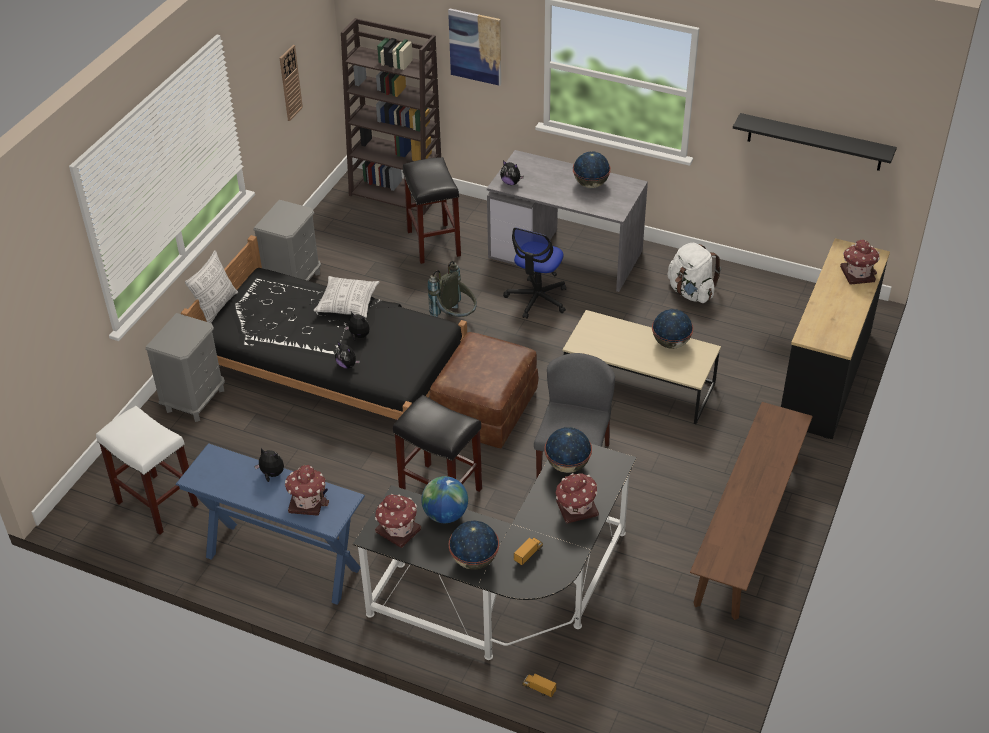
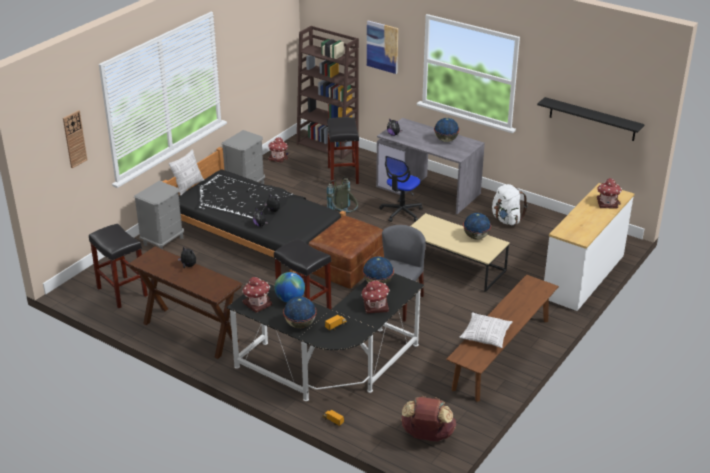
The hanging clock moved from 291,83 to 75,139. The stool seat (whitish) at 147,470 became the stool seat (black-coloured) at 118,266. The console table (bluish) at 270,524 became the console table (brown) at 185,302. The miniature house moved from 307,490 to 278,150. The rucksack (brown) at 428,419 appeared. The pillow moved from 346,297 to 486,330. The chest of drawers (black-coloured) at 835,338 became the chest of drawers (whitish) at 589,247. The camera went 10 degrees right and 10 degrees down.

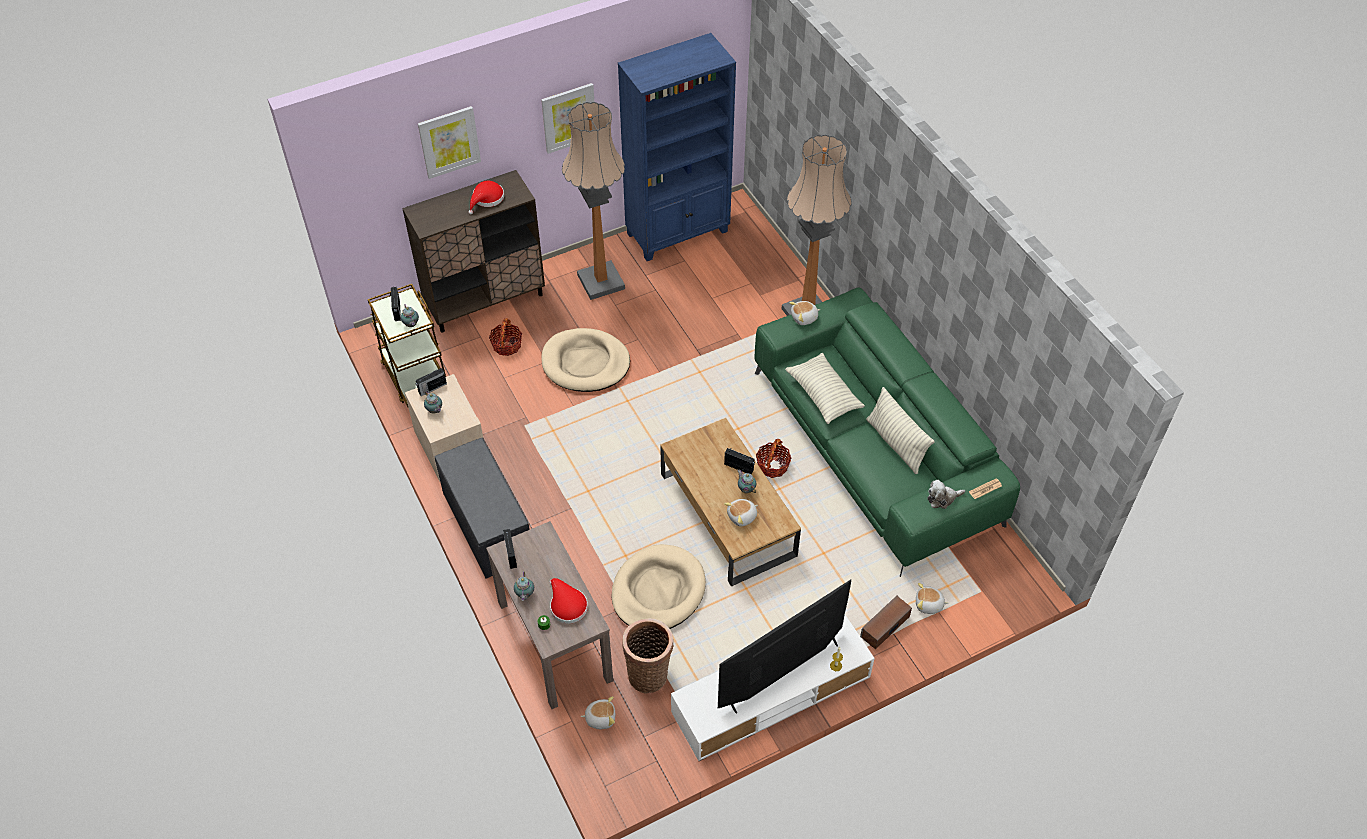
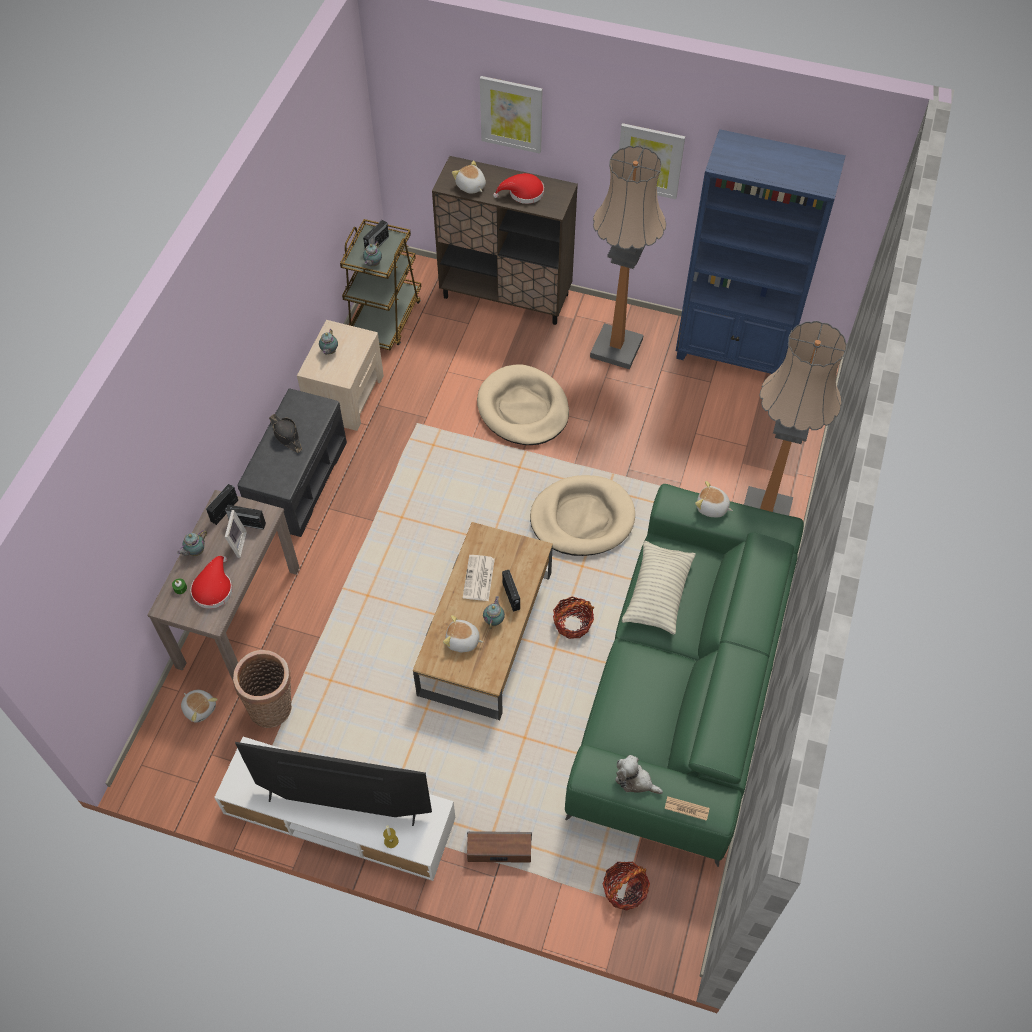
The radio moved from 431,382 to 245,517. The standing frame at 236,534 appeared. The wearable hat (black-coloured) at 285,433 appeared. The cuddly toy moved from 932,598 to 469,177. The printed paper at 479,578 appeared. The pet bed (beige) moved from 658,586 to 582,515. The household basket moved from 505,337 to 626,886. The pillow at 900,430 disappeared. The camera went 45 degrees right and 5 degrees up.

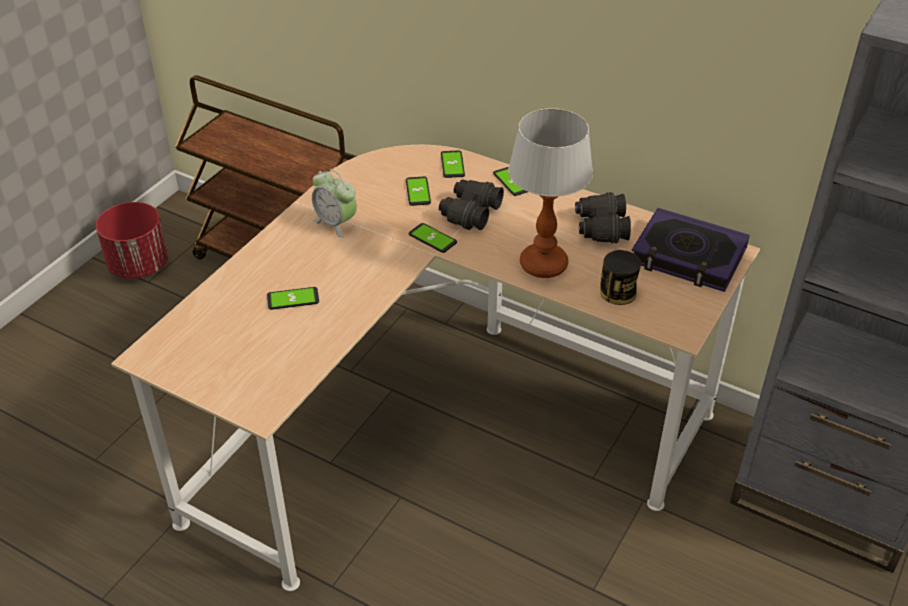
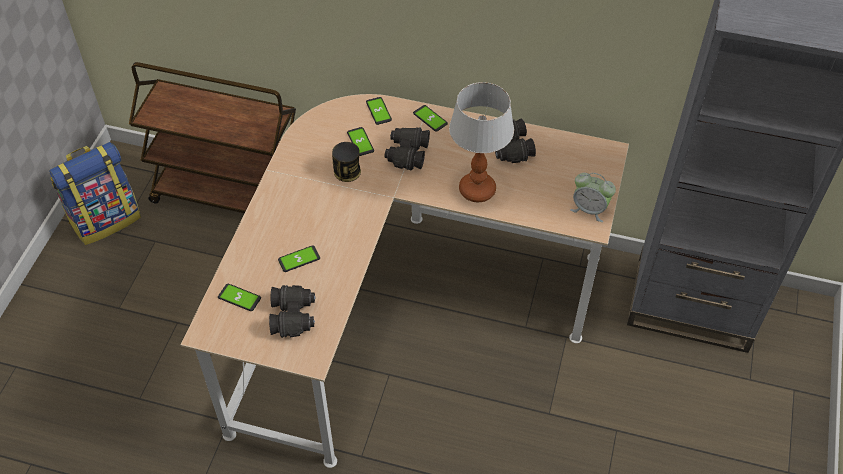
The planter (red) at 132,240 was replaced by the rucksack at 95,193. The phone moved from 433,238 to 239,297. The binoculars (black-coloured) at 292,311 appeared. The can moved from 620,277 to 346,162. The bedside clock moved from 334,203 to 593,197. The book at 691,250 disappeared. The camera went 15 degrees left and 10 degrees up.

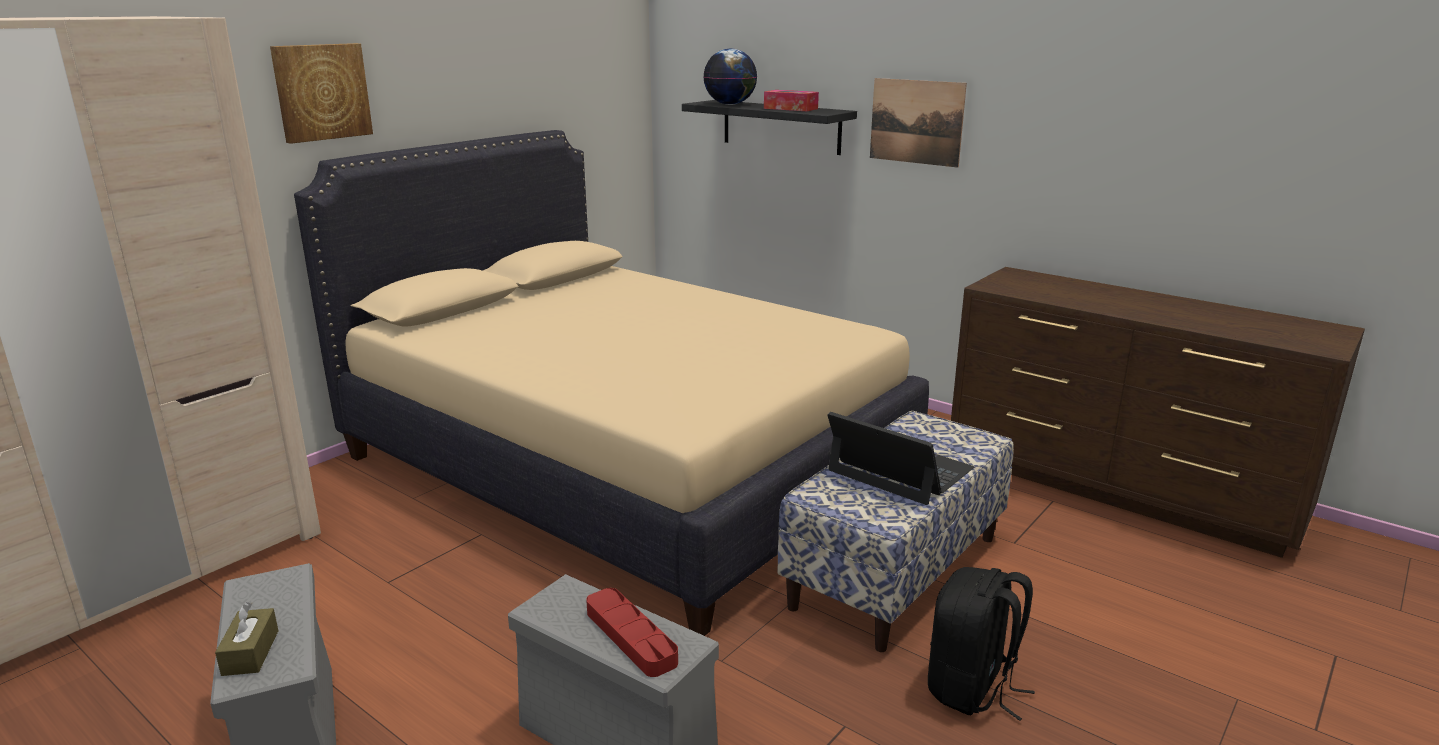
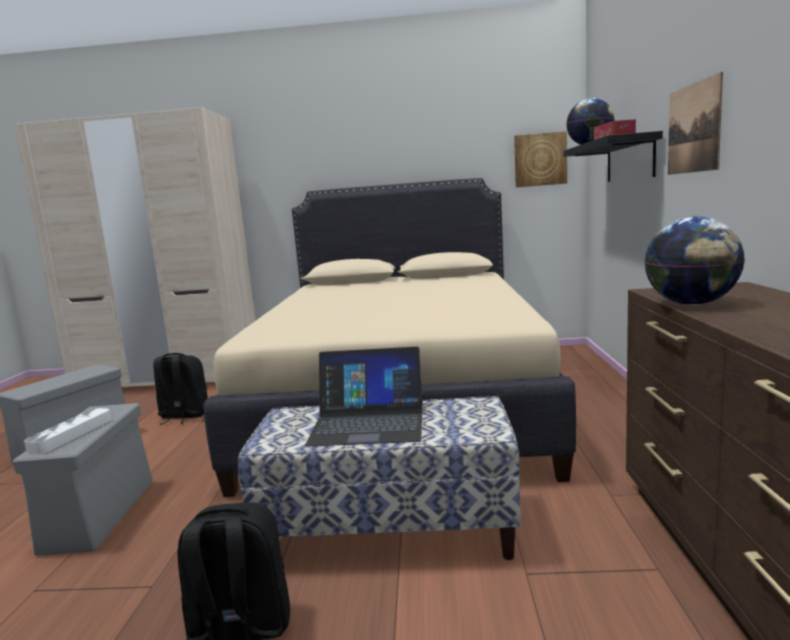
The tray (red) at 632,632 became the tray (whitish) at 67,431. The rucksack (black-coloured) at 180,389 appeared. The portable computer at 900,458 turned 90 degrees clockwise. The picture moved from 321,93 to 540,159. The desk globe at 694,260 appeared. The box of tissues (brown) at 246,639 disappeared. The camera went 55 degrees right and 10 degrees down.

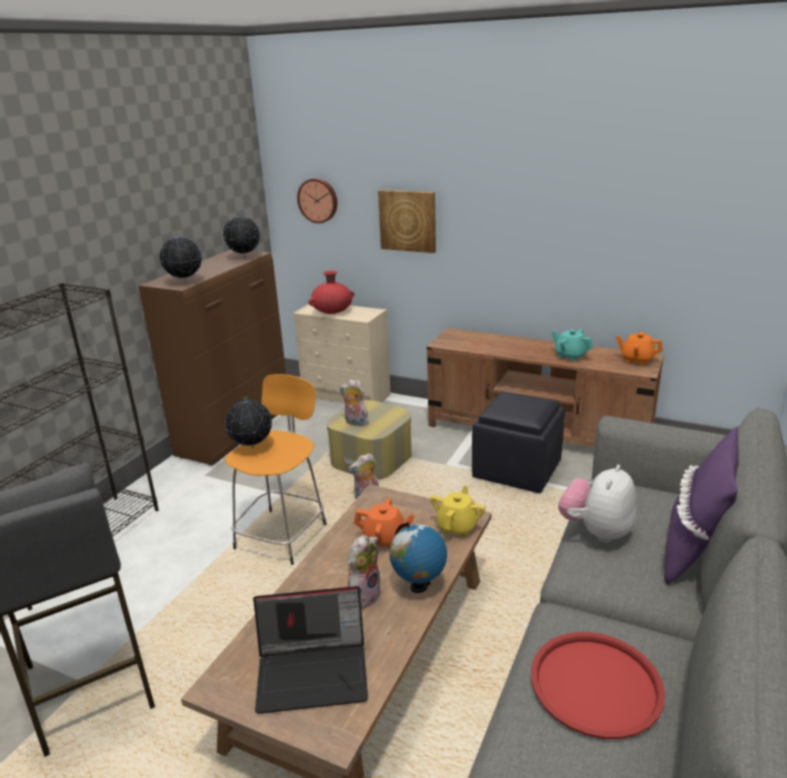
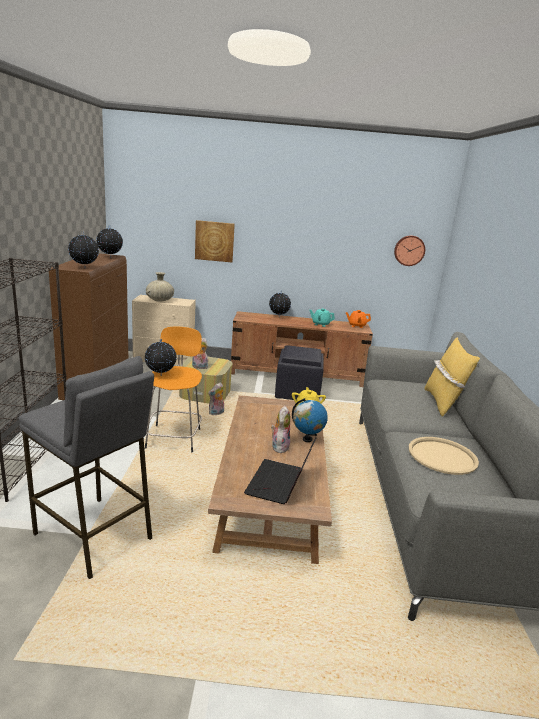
The decorative vase (red) at 331,292 became the decorative vase (beige) at 160,287. The portable computer at 310,650 turned 135 degrees clockwise. The desk globe at 280,303 appeared. The hanging clock moved from 317,200 to 409,250. The tray (red) at 598,685 became the tray (beige) at 444,456. The pillow (purple-coloured) at 701,505 became the pillow (yellow-coloured) at 452,377. The tea pot (orange) at 384,523 disappeared. The cuddly toy at 597,504 disappeared. The camera went 25 degrees left and 5 degrees down.

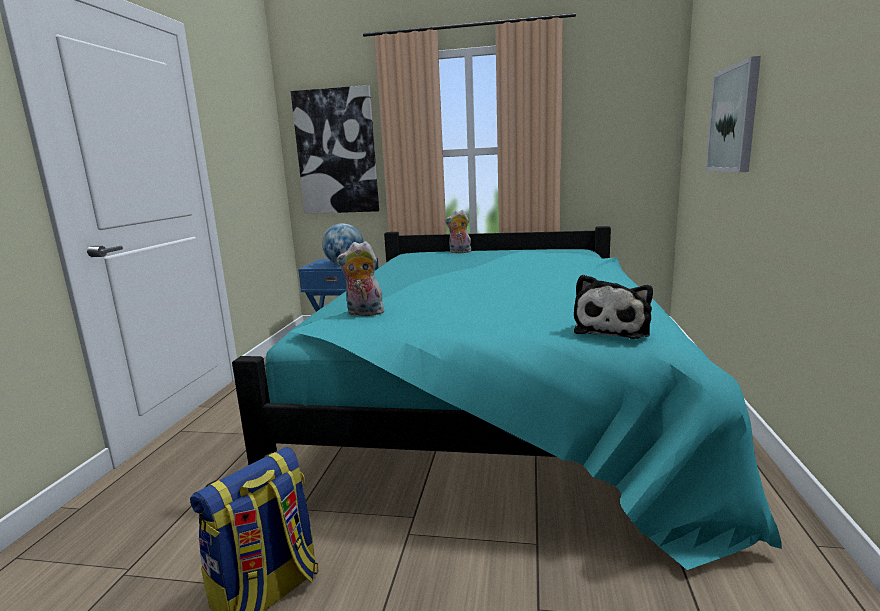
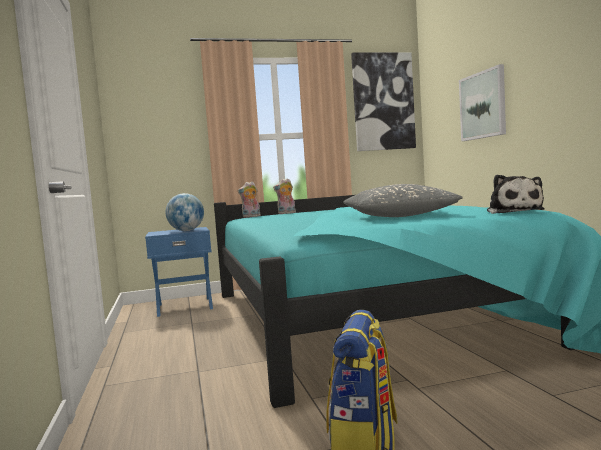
The cuddly toy moved from 360,279 to 249,199. The pillow (grey) at 403,200 appeared. The picture moved from 335,149 to 383,102. The camera went 25 degrees left and 10 degrees down.

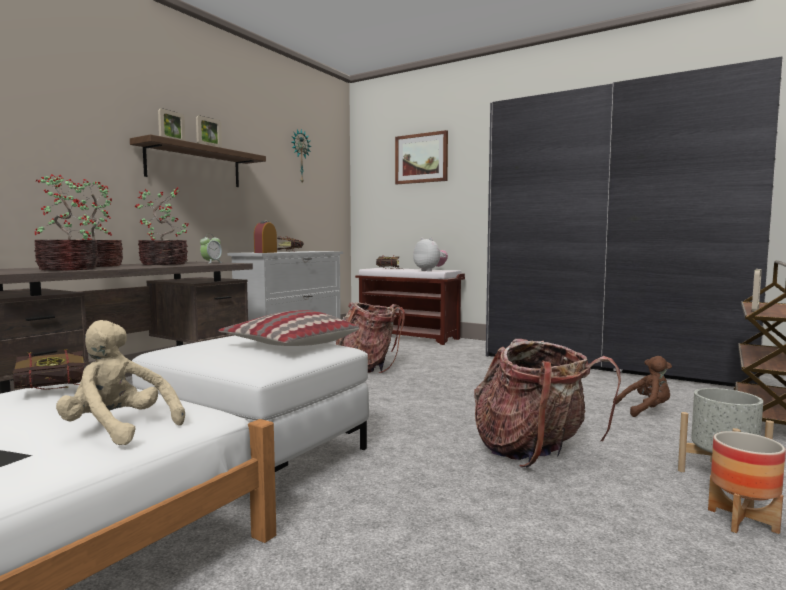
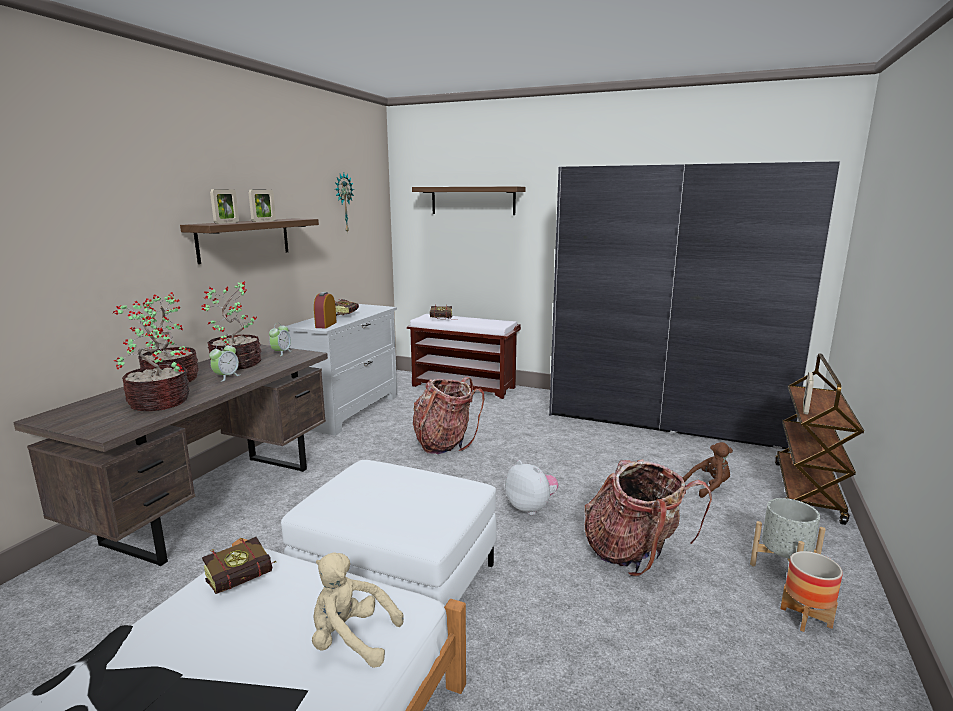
The bedside clock at 224,362 appeared. The picture at 421,157 was replaced by the bracket shelf at 469,200. The cuddly toy moved from 430,254 to 531,487. The pillow at 289,328 disappeared. The camera went 10 degrees left and 10 degrees up.

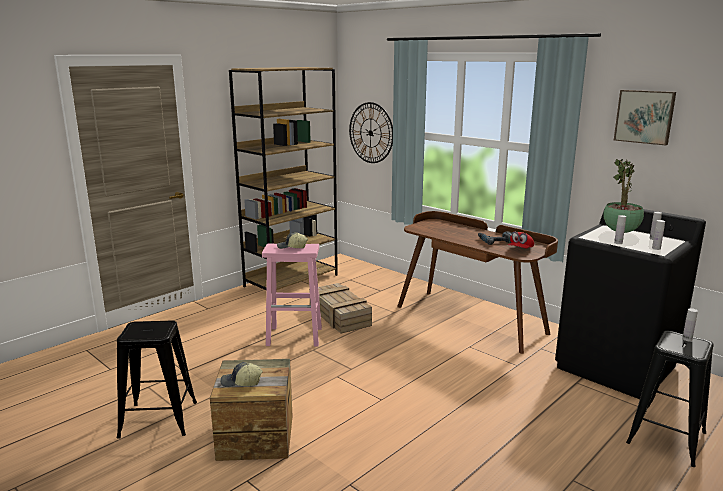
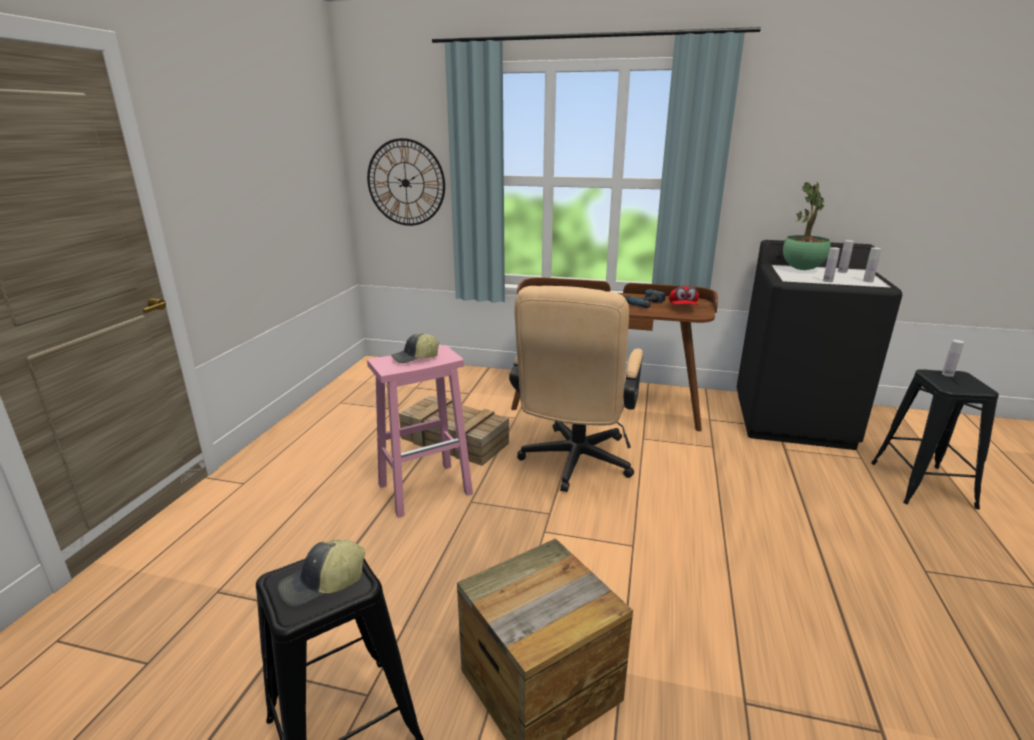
The baseball cap moved from 241,374 to 321,573. The office chair (beige) at 576,389 appeared. The bookshelf (brown) at 283,178 disappeared. The picture at 645,118 disappeared. The camera went 30 degrees left and 5 degrees up.

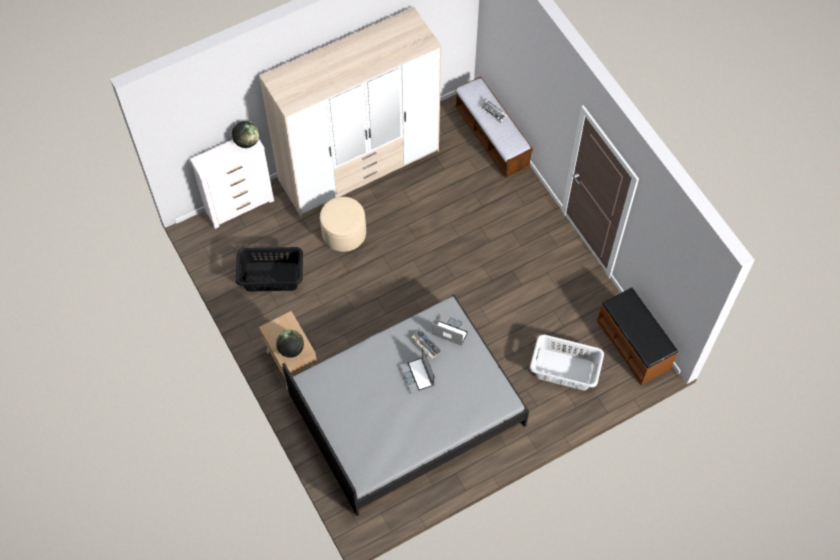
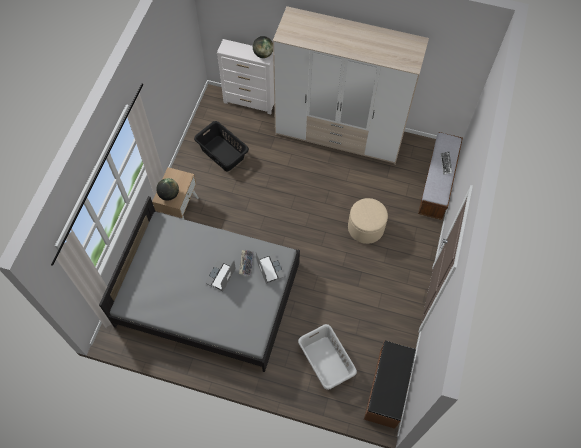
The ottoman (beige) moved from 343,224 to 368,221. The camera went 45 degrees right and 0 degrees up.

